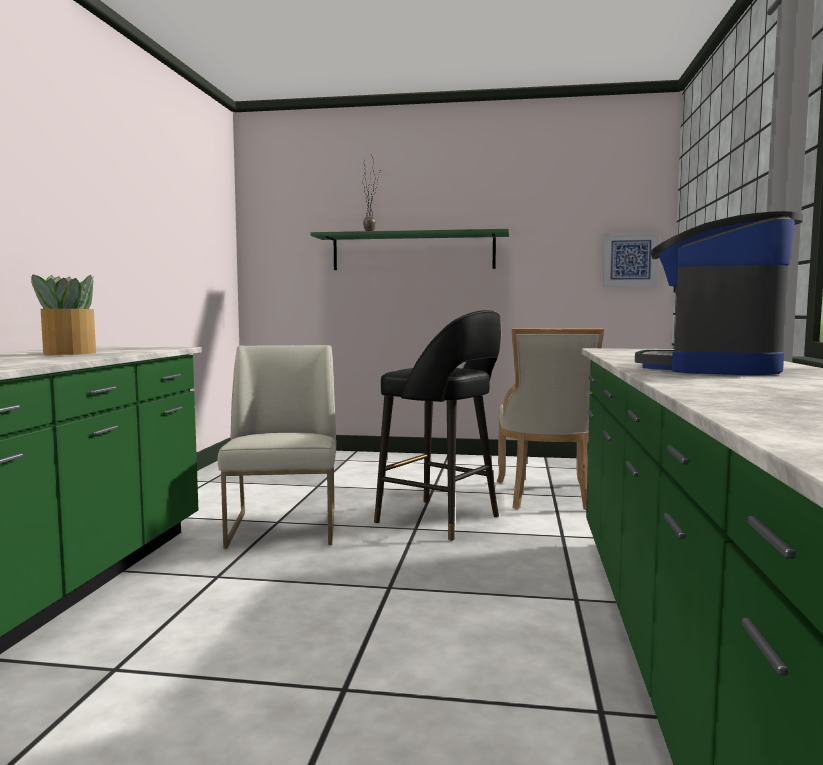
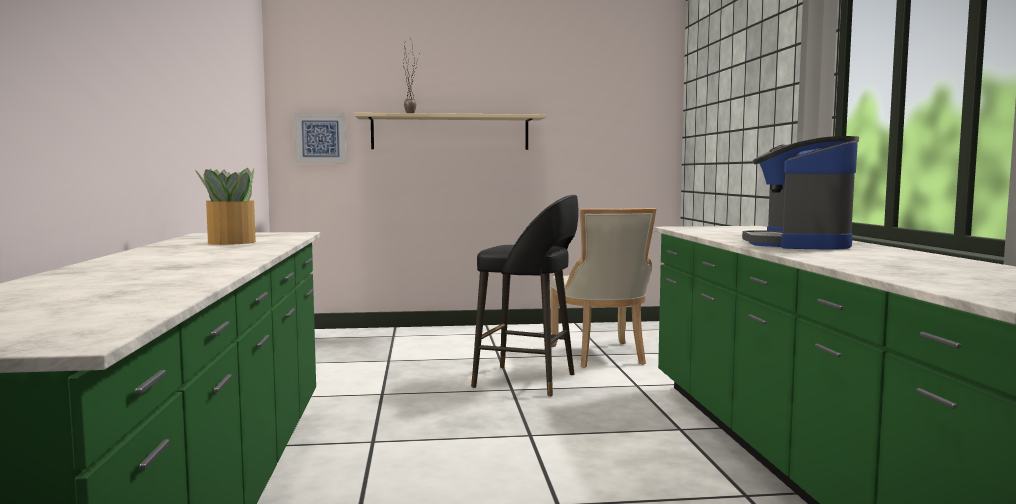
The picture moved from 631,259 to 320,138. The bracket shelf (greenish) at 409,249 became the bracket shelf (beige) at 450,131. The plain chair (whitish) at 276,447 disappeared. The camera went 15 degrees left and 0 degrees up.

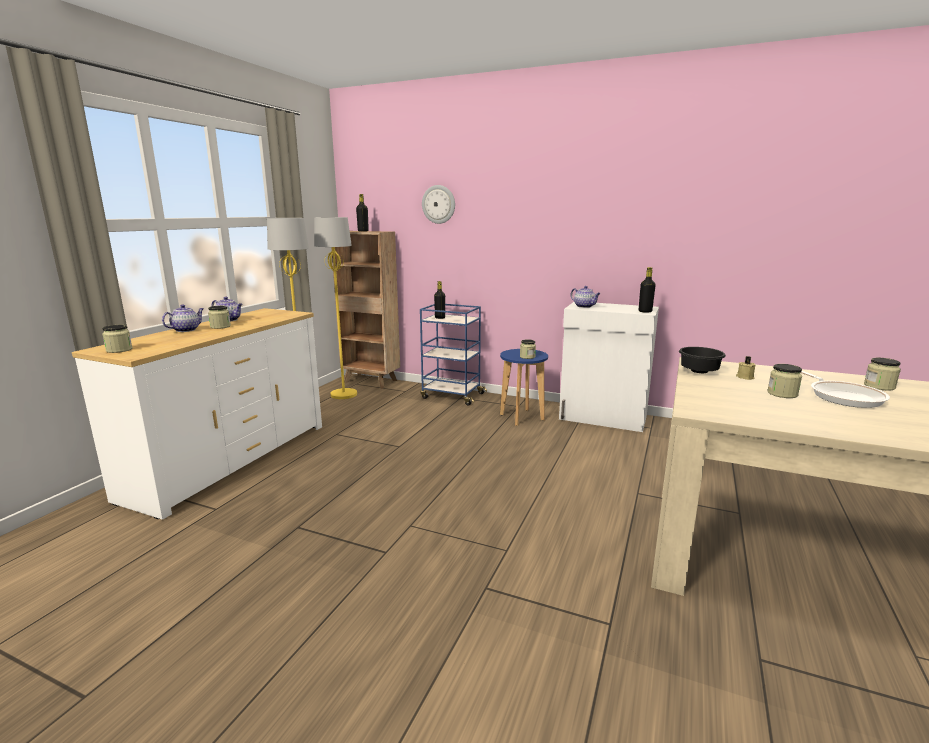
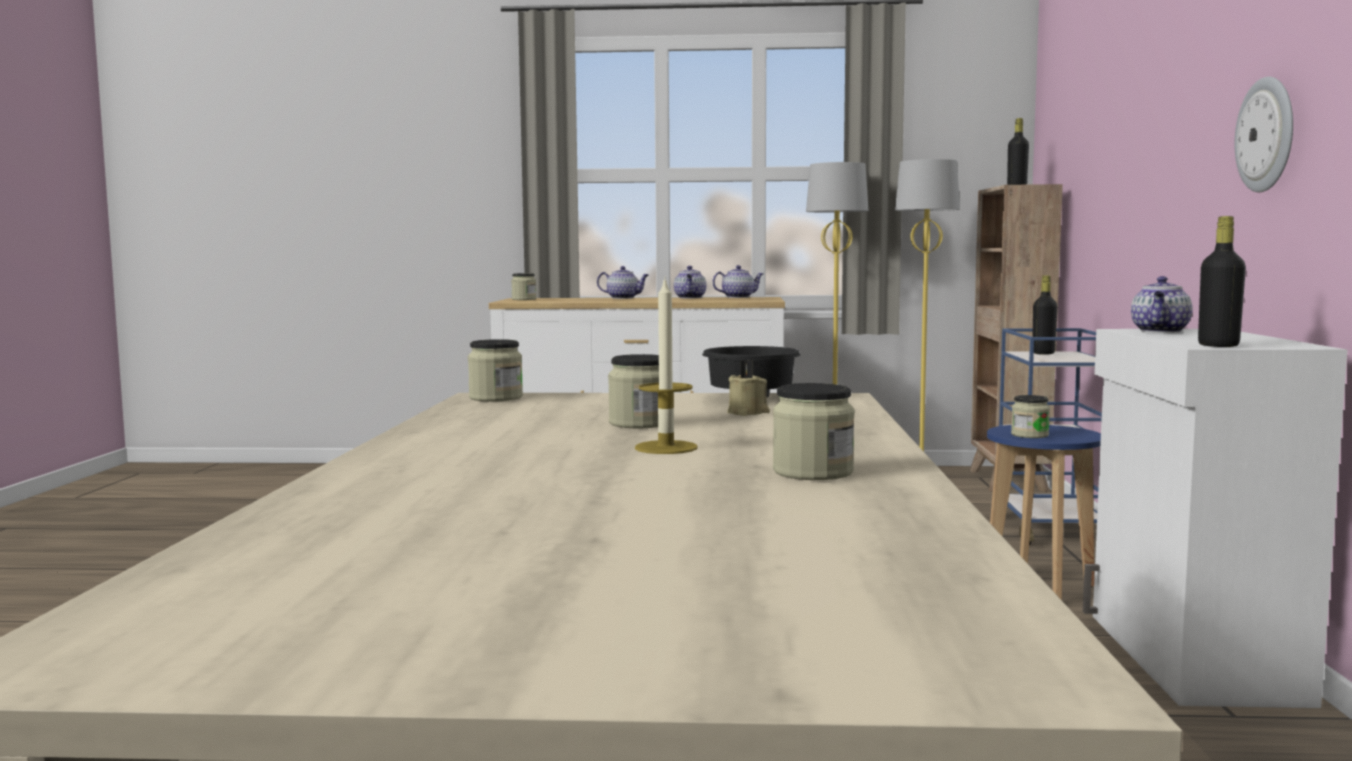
The preserve jar moved from 219,317 to 495,370. The pan at 845,389 was replaced by the wax light at 666,367. The tea pot at 737,281 appeared. The hanging clock moved from 438,204 to 1264,134. The camera went 70 degrees right and 10 degrees down.

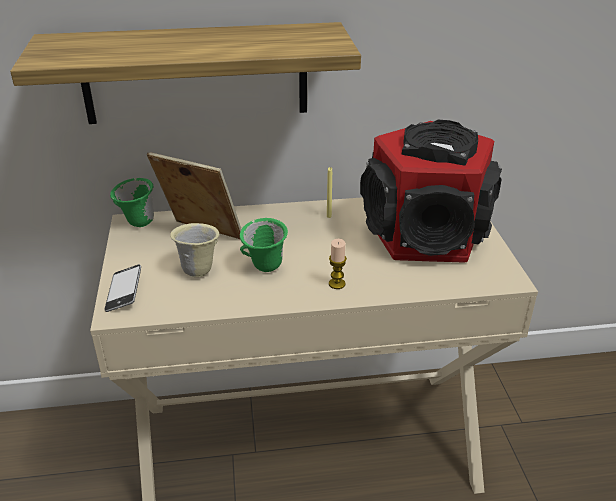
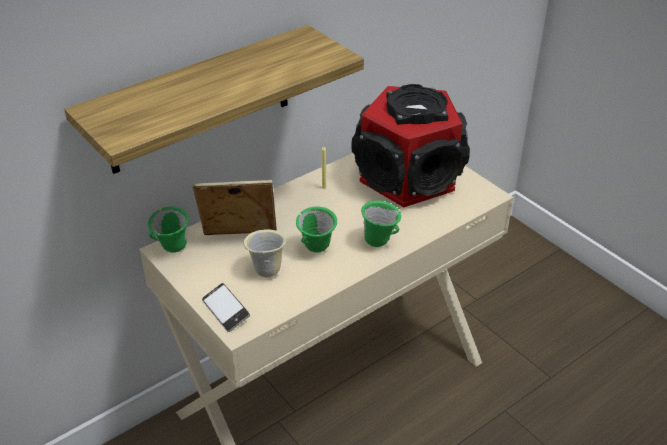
The wax light at 338,264 was replaced by the tea mug (greenish) at 381,224. The camera went 30 degrees left and 5 degrees up.

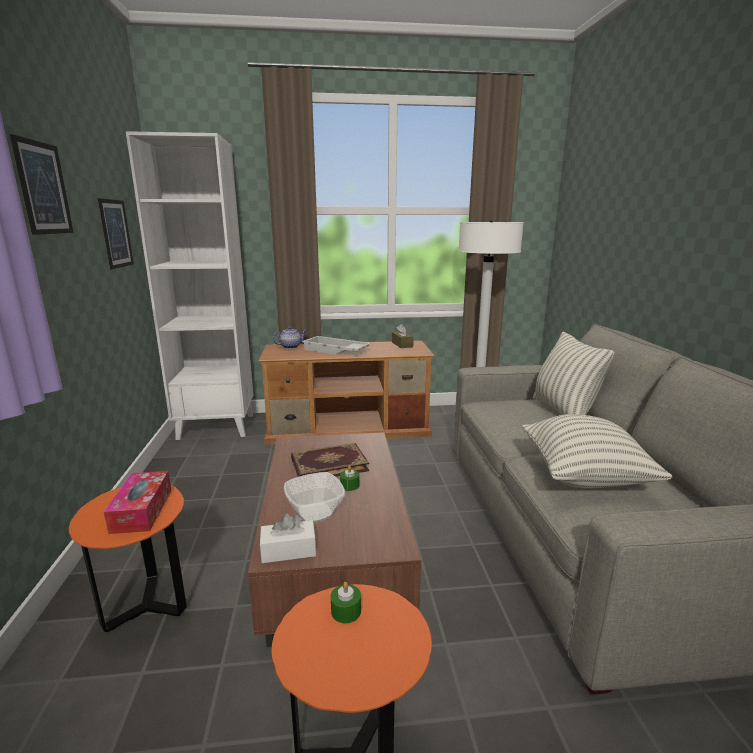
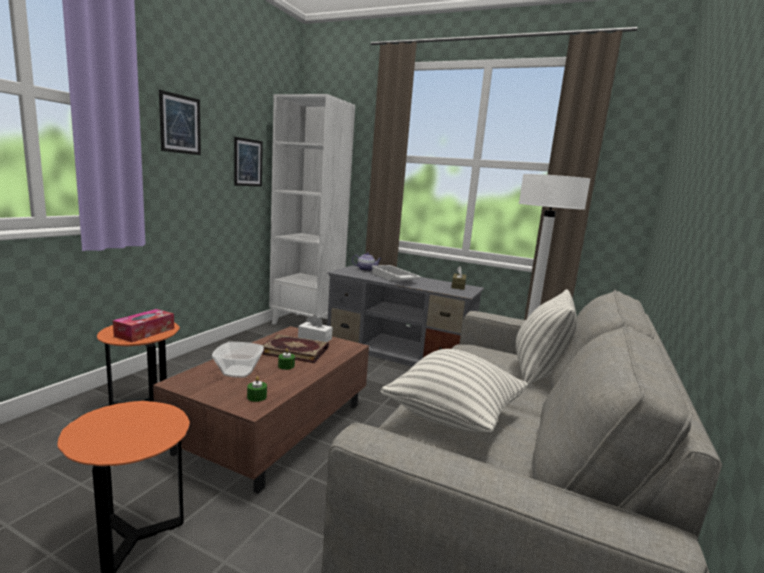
The wax light (greenish) moved from 346,602 to 257,389. The box of tissues (whitish) moved from 288,538 to 315,328. The tv stand (brown) at 346,392 became the tv stand (grey) at 405,316. The camera went 30 degrees right and 5 degrees down.

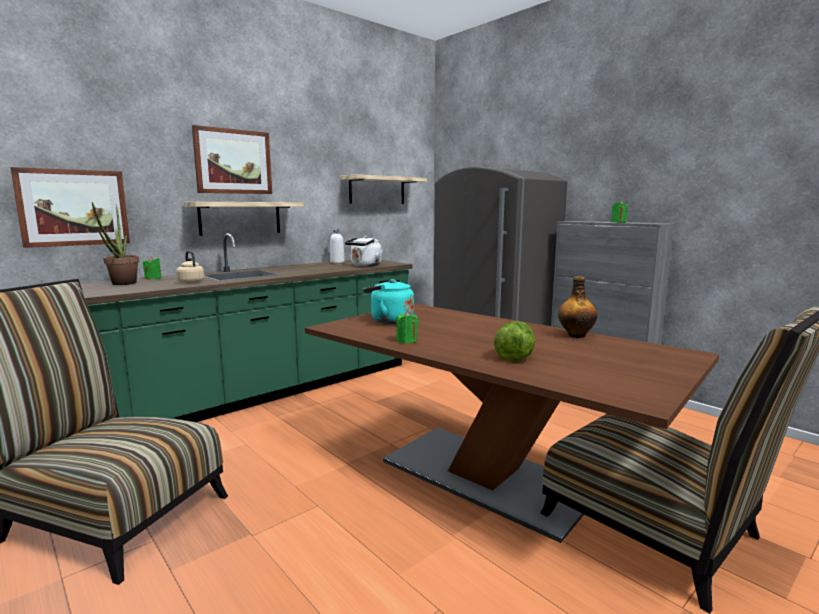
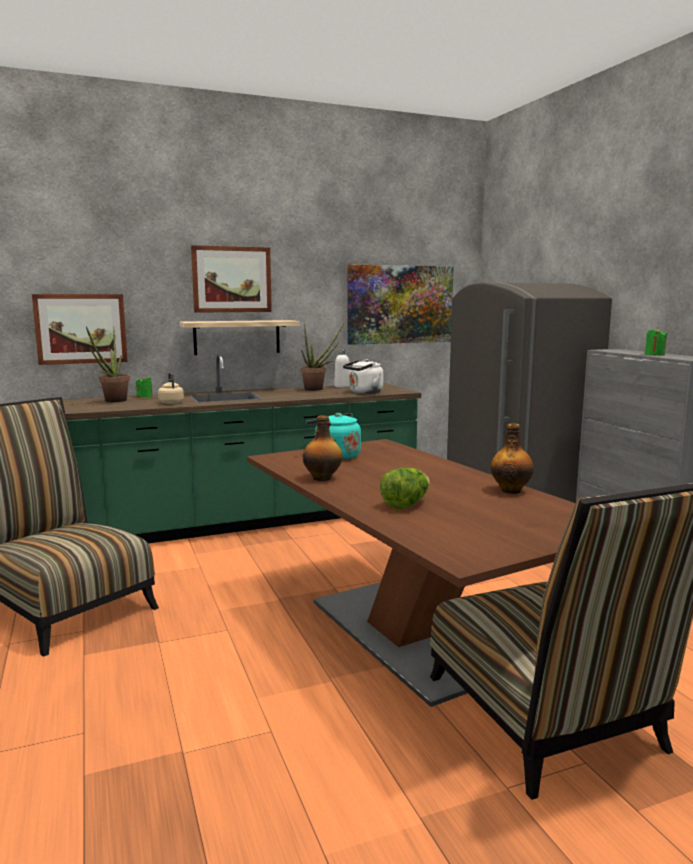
The houseplant at 322,356 appeared. The wax light (greenish) at 407,327 was replaced by the drink bottle at 323,448. The bracket shelf at 383,189 was replaced by the picture at 400,304. The camera went 20 degrees right and 0 degrees up.

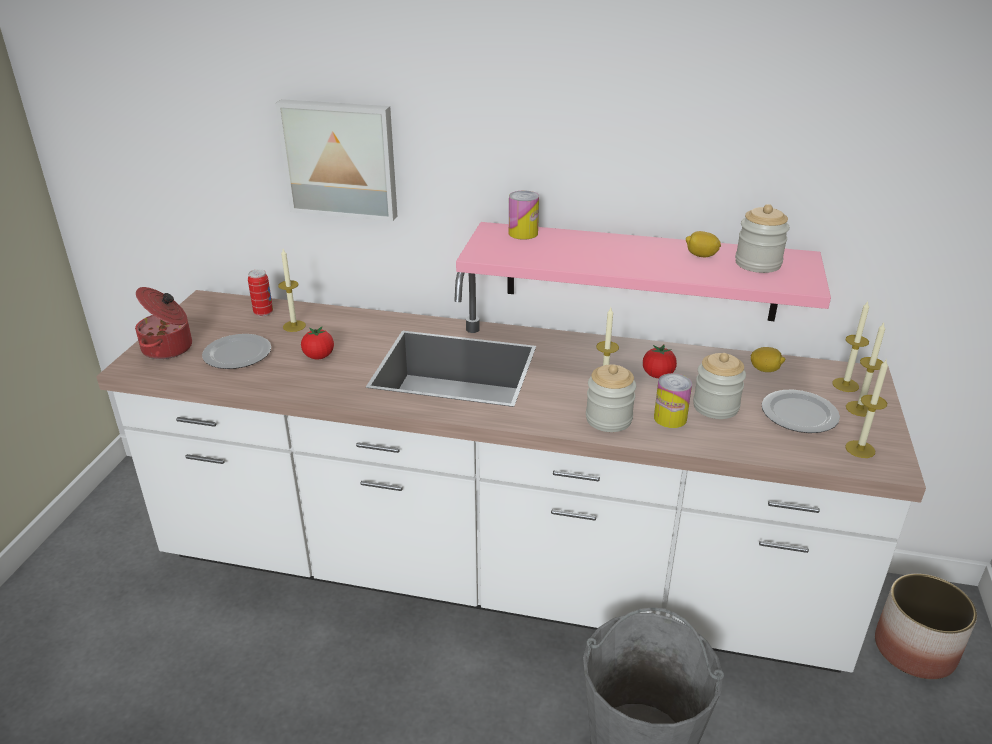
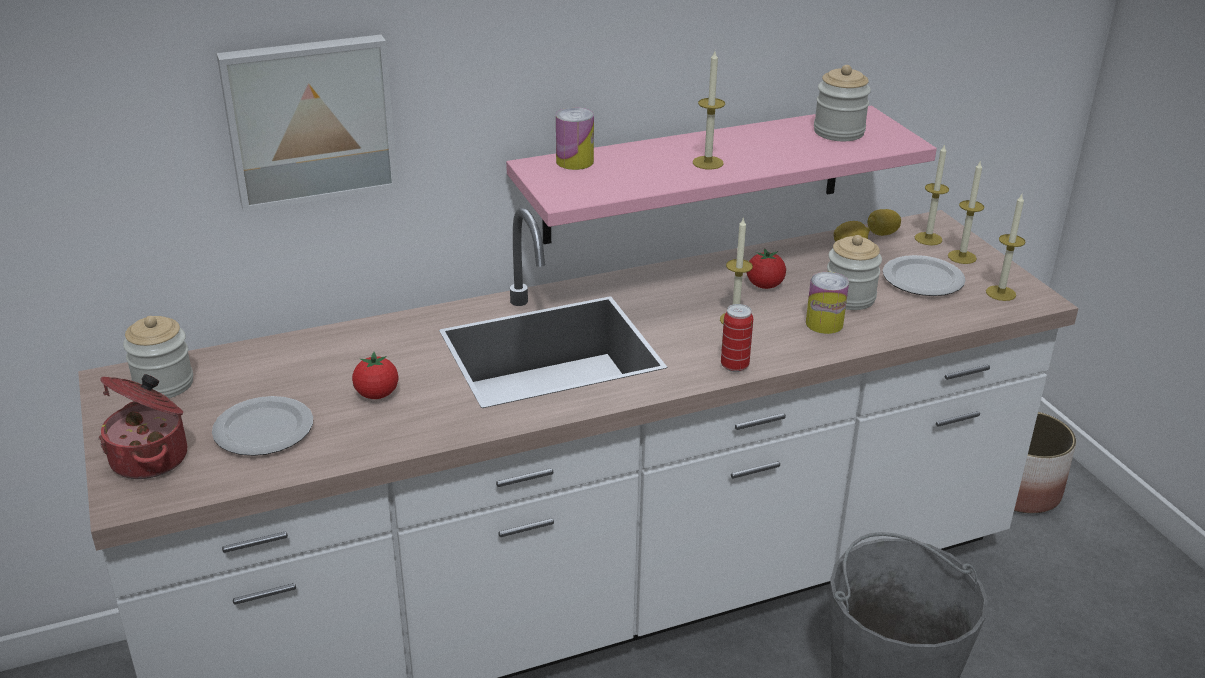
The preserve jar moved from 611,398 to 158,357. The wax light moved from 292,290 to 709,110. The can moved from 260,293 to 737,338. The lemon moved from 703,244 to 884,222. The camera went 35 degrees left and 0 degrees up.

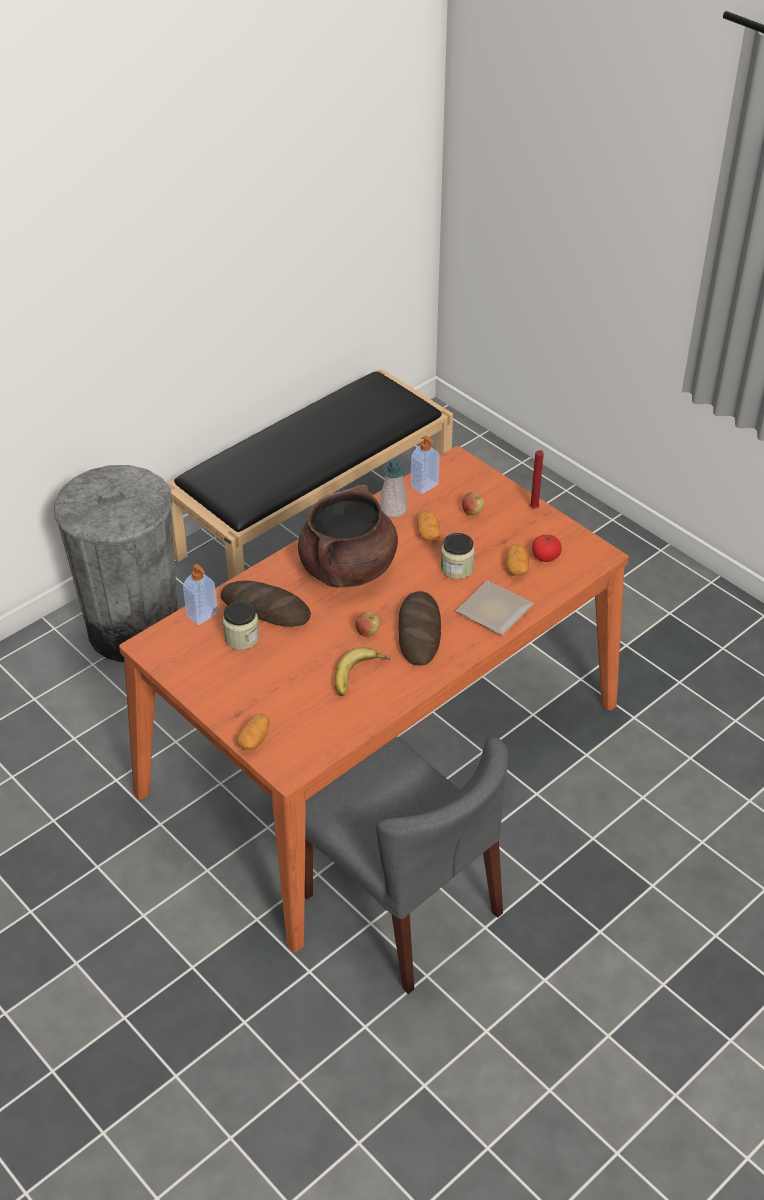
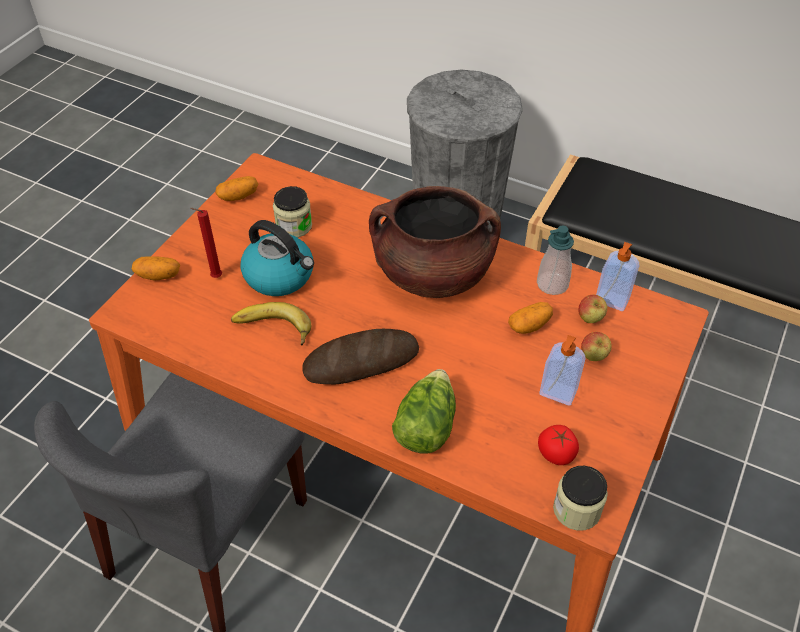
The wax light (red) moved from 537,479 to 206,243. The spud moved from 517,560 to 237,188. The water kettle at 277,258 appeared. The dinner plate at 495,607 was replaced by the lettuce at 424,411. The soap bottle moved from 200,594 to 562,370. The preserve jar moved from 458,556 to 580,498. The apple fruit moved from 367,624 to 592,309. The bread at 266,604 disappeared. The camera went 70 degrees right and 5 degrees up.

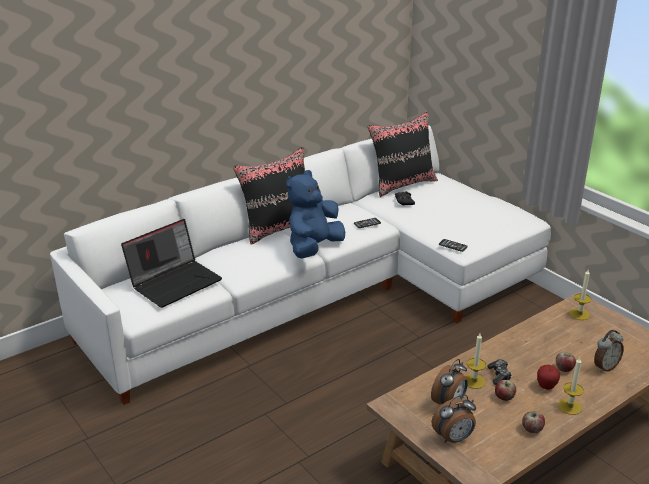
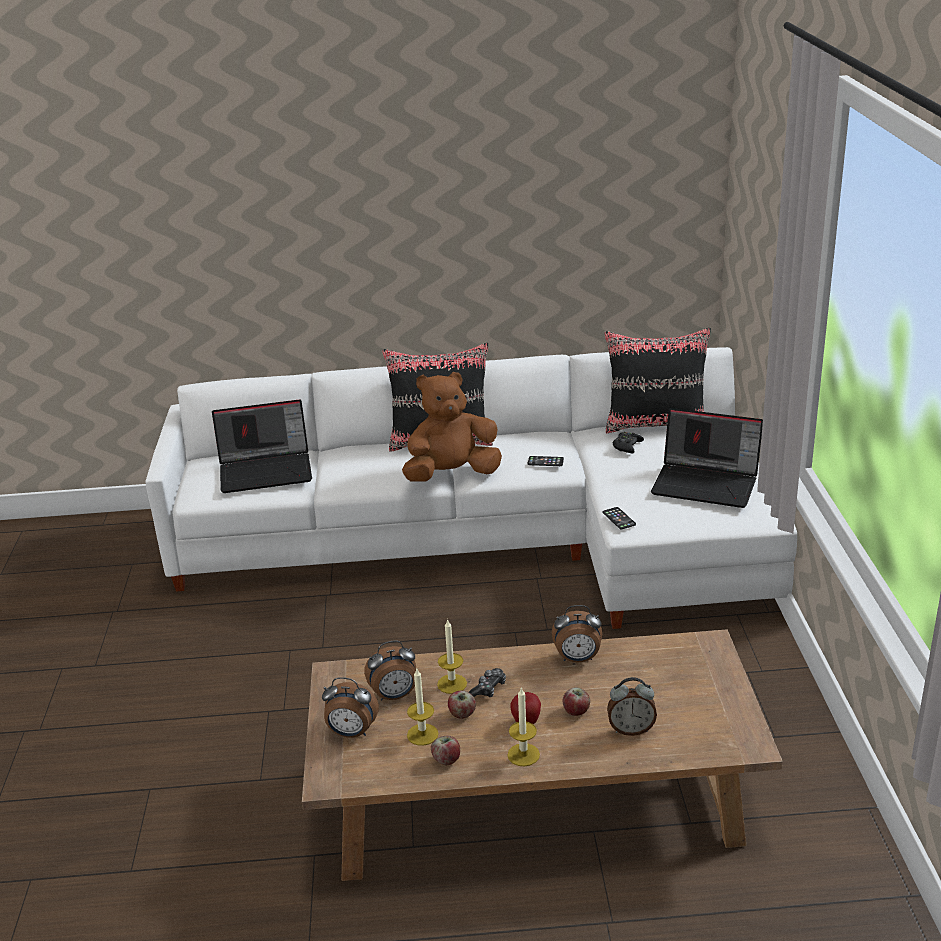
The cuddly toy (bluish) at 315,214 became the cuddly toy (brown) at 452,426. The wax light moved from 580,295 to 423,707. The bedside clock at 577,634 appeared. The portable computer at 707,458 appeared. The camera went 35 degrees right and 0 degrees up.

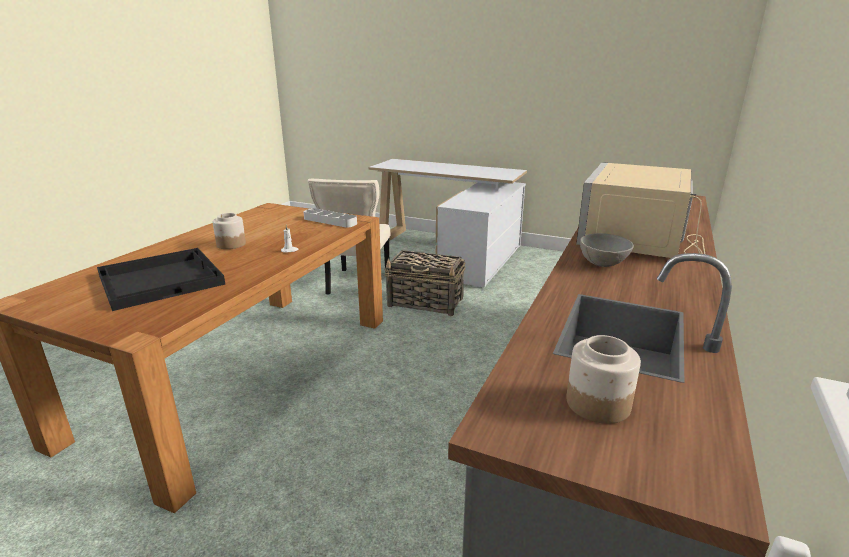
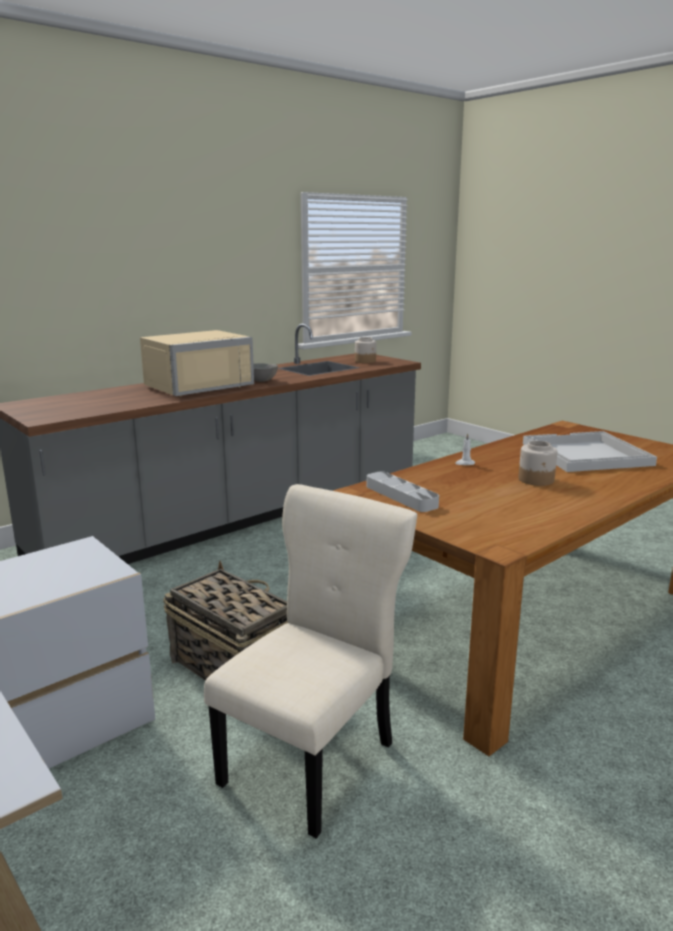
The tray (black-coloured) at 161,279 became the tray (whitish) at 590,451. The camera went 155 degrees left and 5 degrees down.

